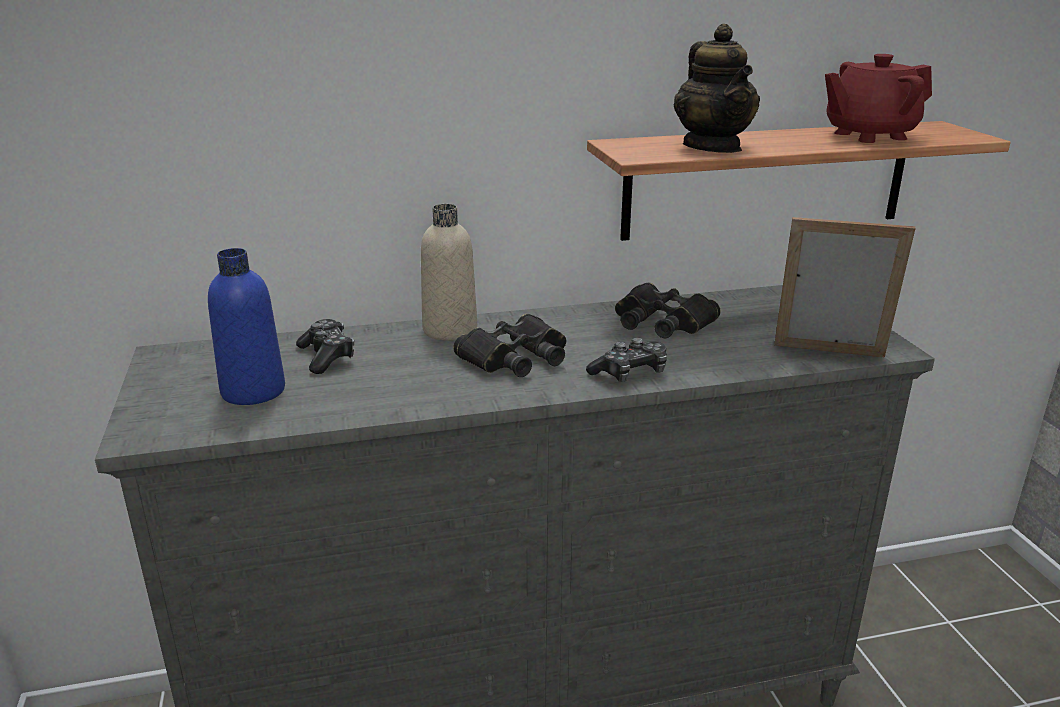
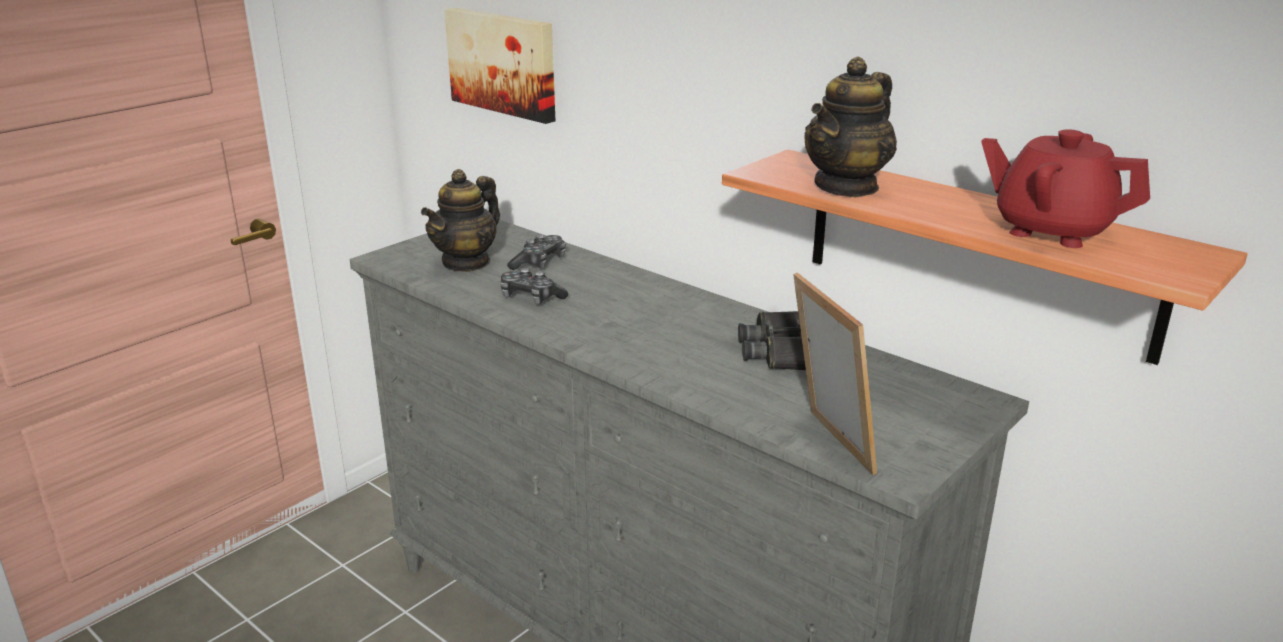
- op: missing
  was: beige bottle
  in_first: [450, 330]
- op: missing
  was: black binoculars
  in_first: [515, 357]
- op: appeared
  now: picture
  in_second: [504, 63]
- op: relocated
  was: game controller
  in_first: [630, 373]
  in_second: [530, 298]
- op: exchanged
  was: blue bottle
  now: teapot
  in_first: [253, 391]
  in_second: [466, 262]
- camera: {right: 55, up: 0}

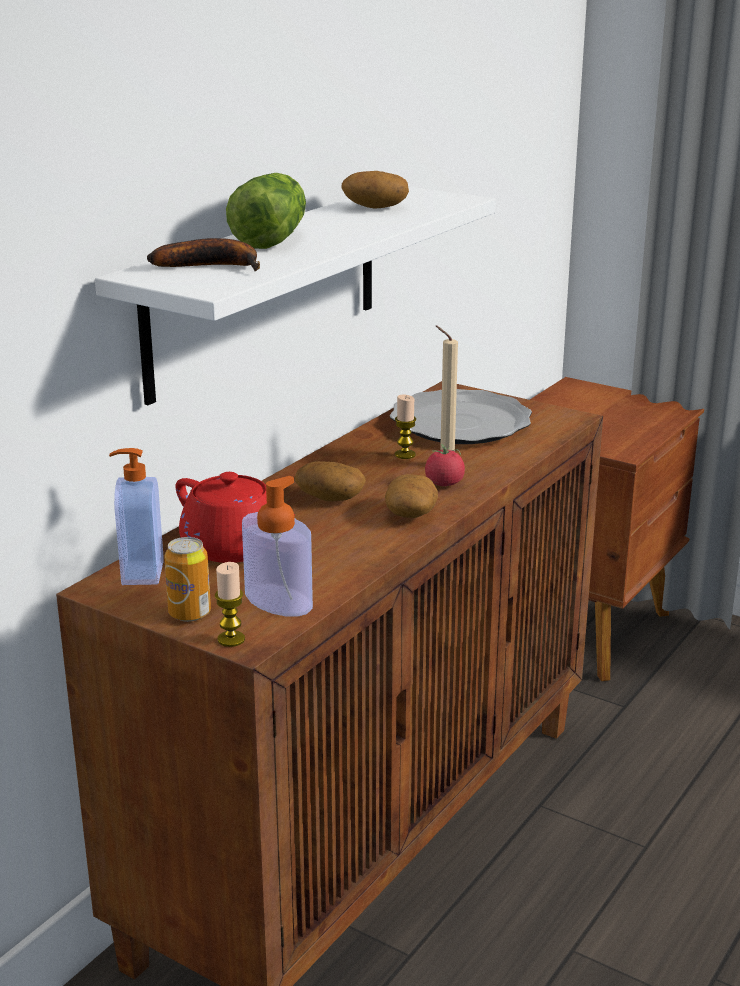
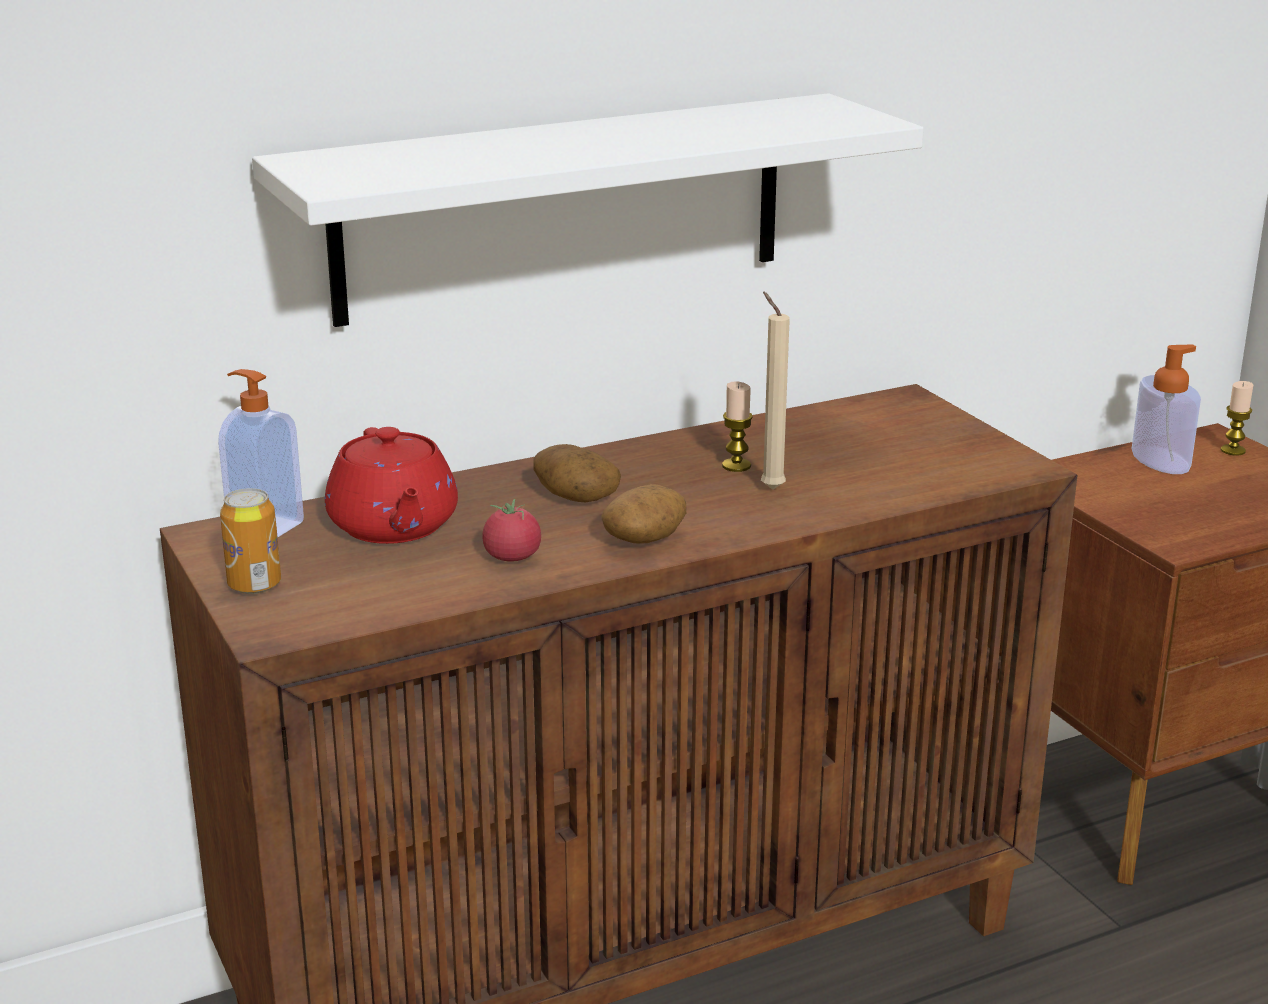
- op: missing
  was: banana
  in_first: [213, 266]
- op: missing
  was: lettuce
  in_first: [273, 238]
- op: missing
  was: potato
  in_first: [375, 207]
- op: missing
  was: plate
  in_first: [460, 423]
- op: relocated
  was: candle
  in_first: [231, 639]
  in_second: [1233, 450]
- op: relocated
  was: soap dispenser
  in_first: [278, 600]
  in_second: [1160, 460]
- op: relocated
  was: tomato
  in_first: [444, 483]
  in_second: [512, 557]
- camera: {right: 30, up: 0}

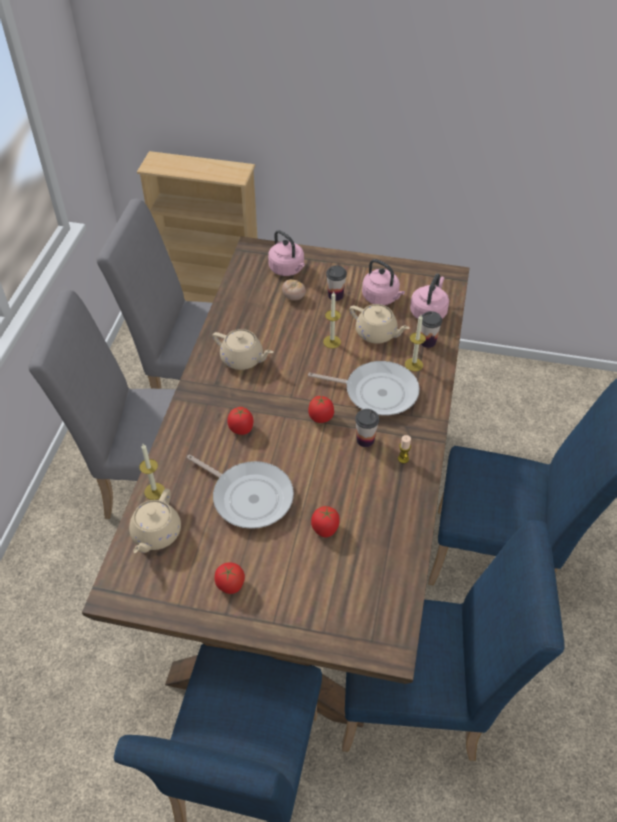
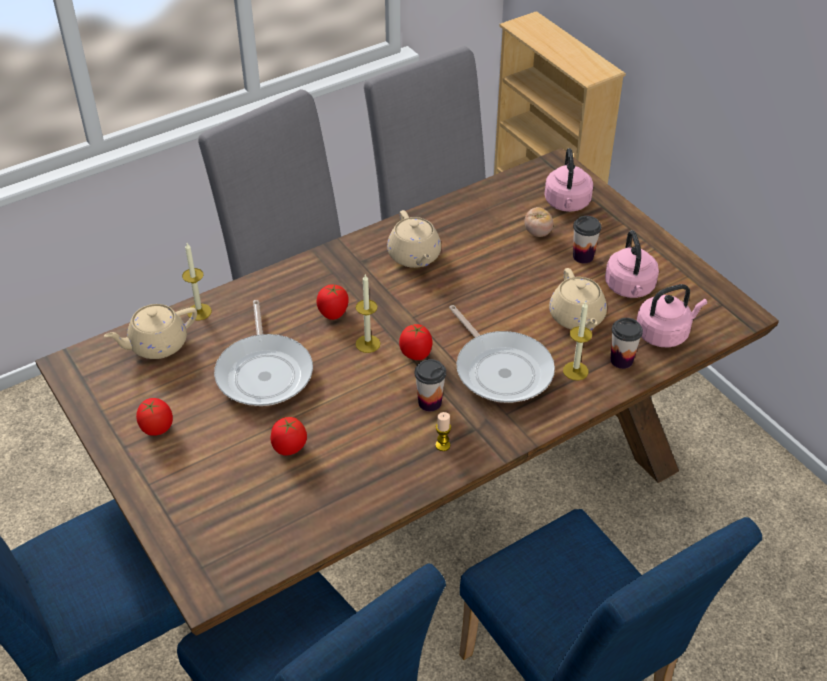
- op: relocated
  was: candle
  in_first: [332, 342]
  in_second: [368, 344]
- camera: {right: 45, up: -5}

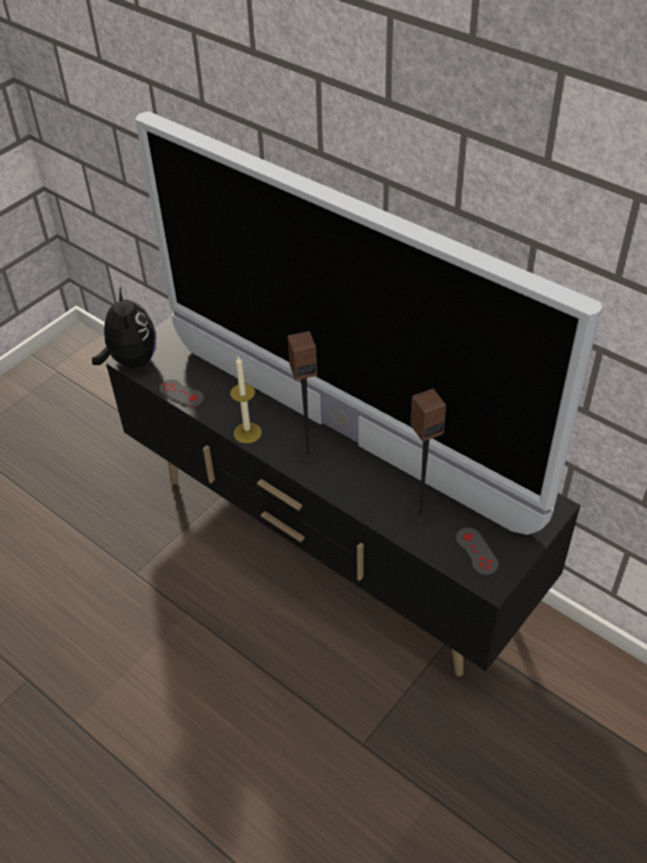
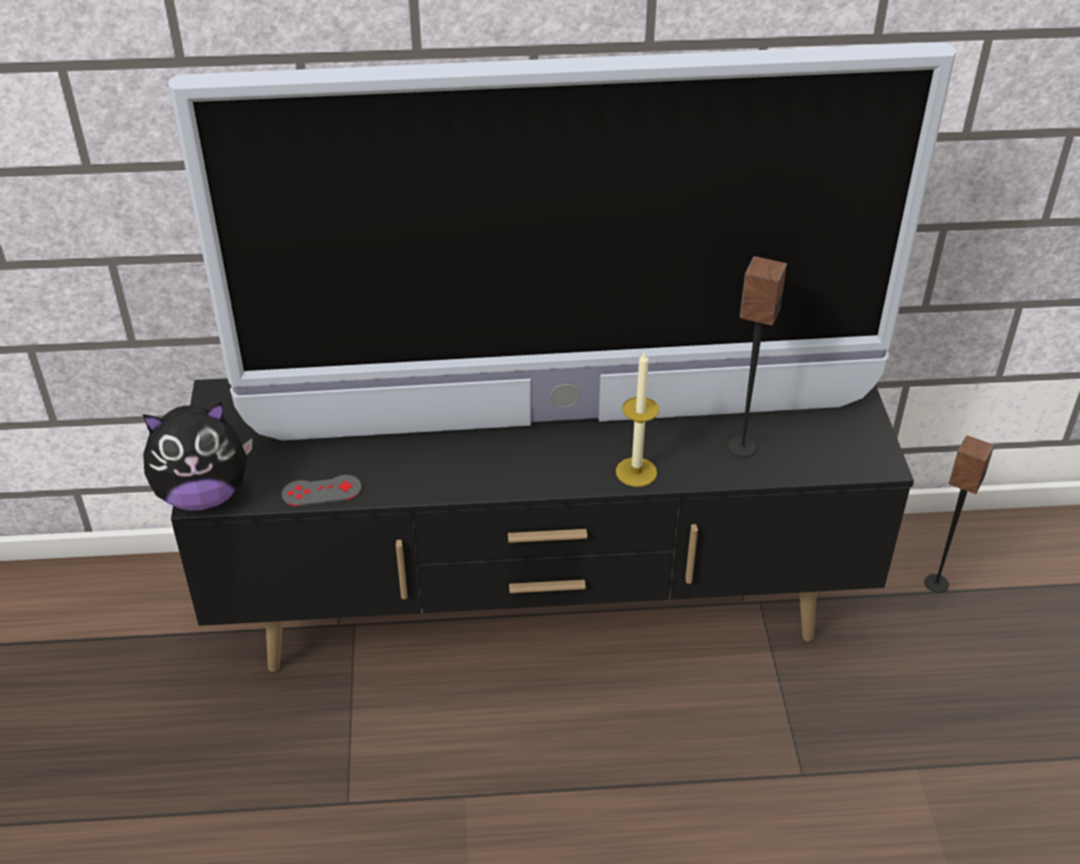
- op: missing
  was: grey game controller
  in_first: [476, 551]
- op: relocated
  was: candle
  in_first: [247, 433]
  in_second: [636, 472]
- op: relocated
  was: speaker
  in_first: [308, 456]
  in_second: [935, 583]
- op: spun
  was: plush toy
  in_first: [131, 360]
  in_second: [204, 495]
  clockwise: 135
- camera: {right: -45, up: -5}

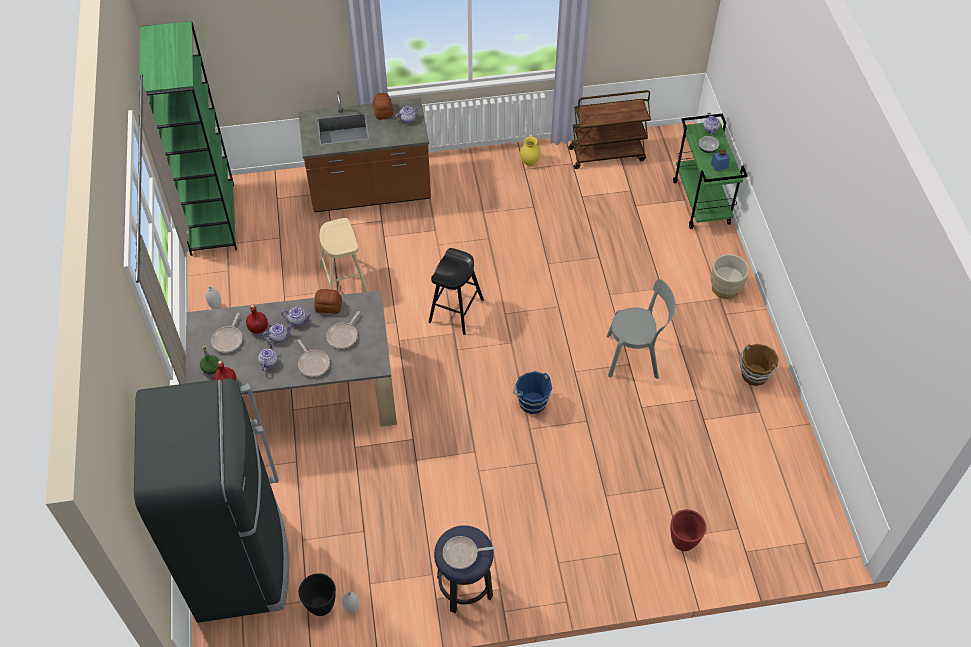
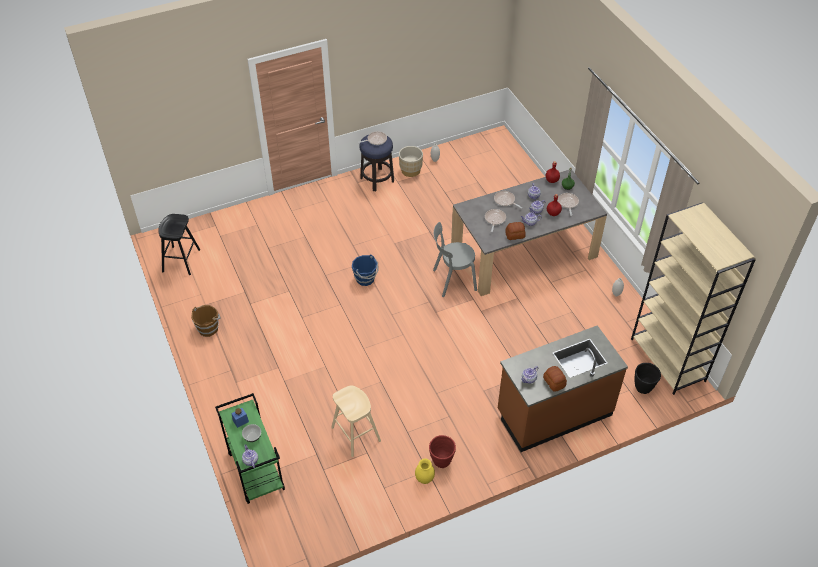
- op: missing
  was: black fridge
  in_first: [241, 562]
- op: missing
  was: brown cart
  in_first: [607, 154]
- op: relocated
  was: black planter
  in_first: [321, 605]
  in_second: [643, 388]
- op: relocated
  was: beige stool
  in_first: [344, 280]
  in_second: [355, 434]
- op: relocated
  was: black stool
  in_first: [456, 310]
  in_second: [181, 261]
- op: relocated
  was: grey chair
  in_first: [635, 356]
  in_second: [452, 280]
- op: relocated
  was: red planter
  in_first: [683, 541]
  in_second: [441, 461]
- op: relocated
  was: beige planter
  in_first: [725, 288]
  in_second: [410, 170]
- op: colour
  was: green bookcase
  now: beige bookcase
  in_first: [212, 218]
  in_second: [668, 360]
- camera: {right: 165, up: -5}

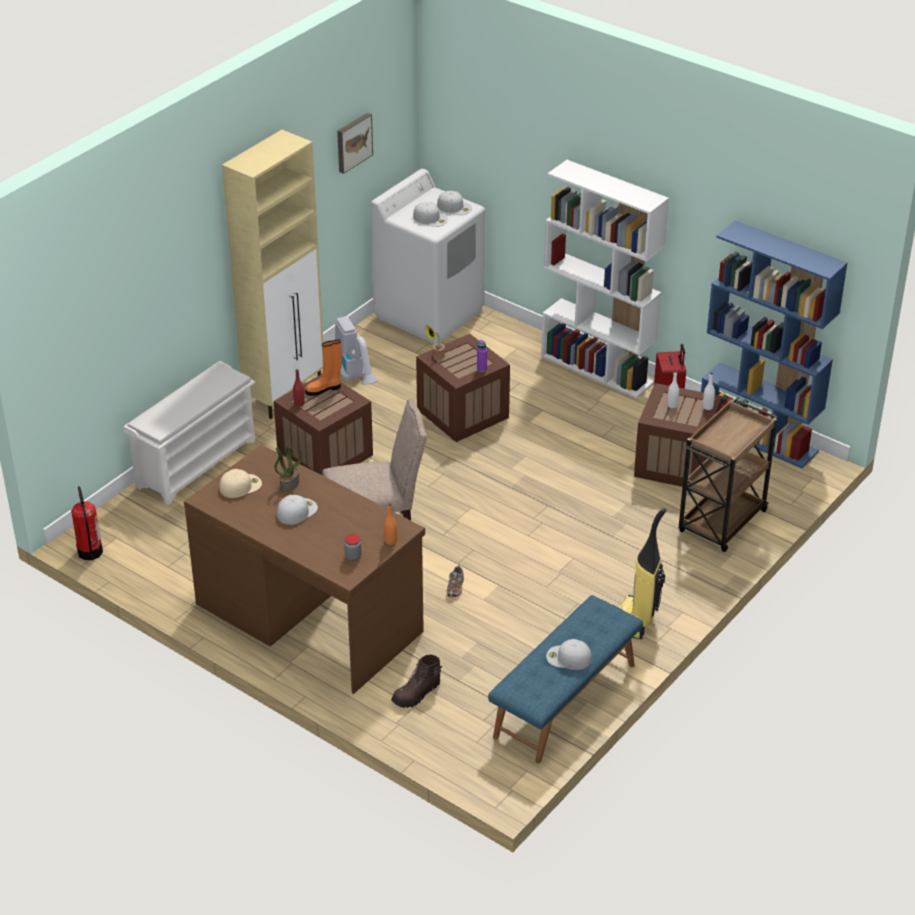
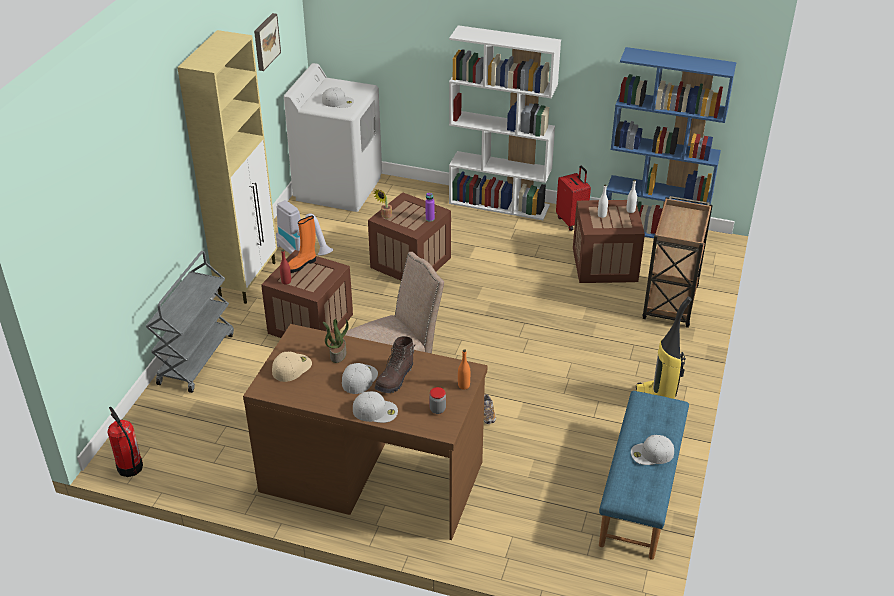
- op: relocated
  was: brown boot
  in_first: [417, 694]
  in_second: [395, 378]
- op: relocated
  was: white cap
  in_first: [454, 207]
  in_second: [375, 410]
- op: exchanged
  was: white shoe rack
  now: grey cart
  in_first: [196, 463]
  in_second: [196, 358]
- camera: {right: -20, up: 0}

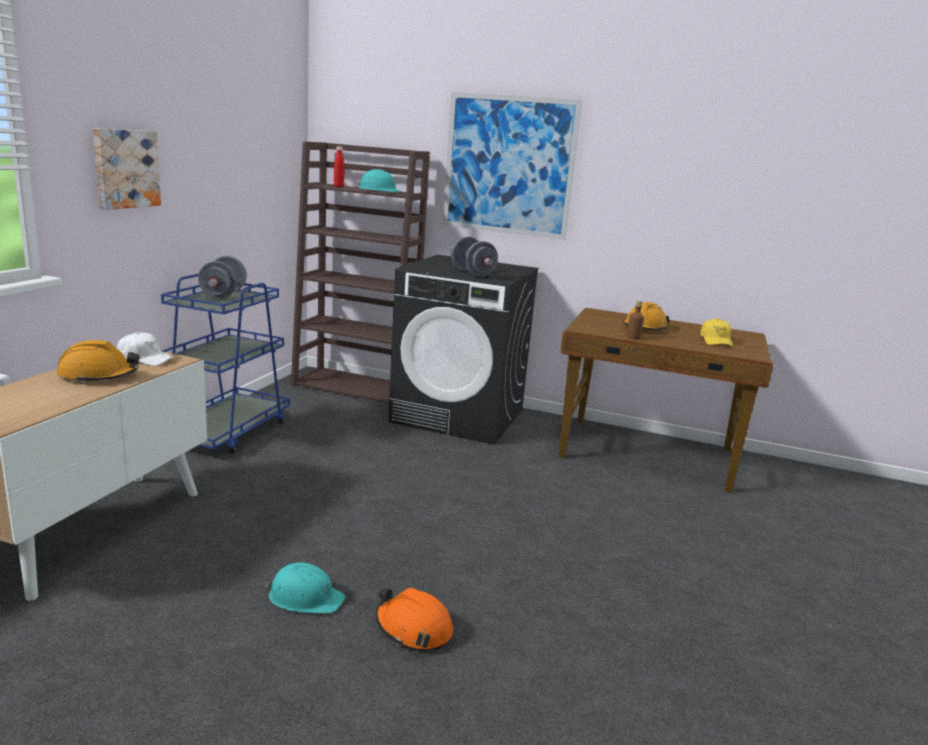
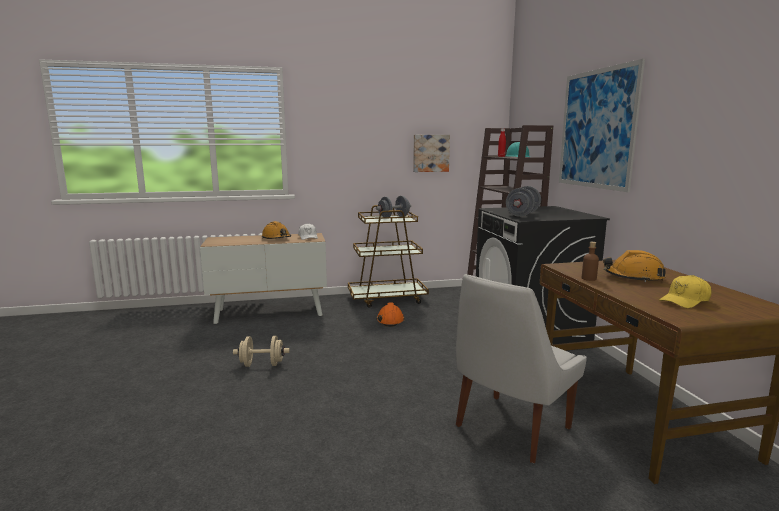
- op: appeared
  now: white chair
  in_second: [510, 428]
- op: relocated
  was: picture
  in_first: [125, 168]
  in_second: [430, 153]
- op: relocated
  was: orange hard hat
  in_first: [413, 629]
  in_second: [390, 320]
- op: exchanged
  was: turquoise hard hat
  now: beige dumbbell
  in_first: [305, 597]
  in_second: [262, 364]
- op: colour
  was: blue cart
  now: brown cart
  in_first: [227, 432]
  in_second: [387, 299]
- camera: {right: 60, up: -5}

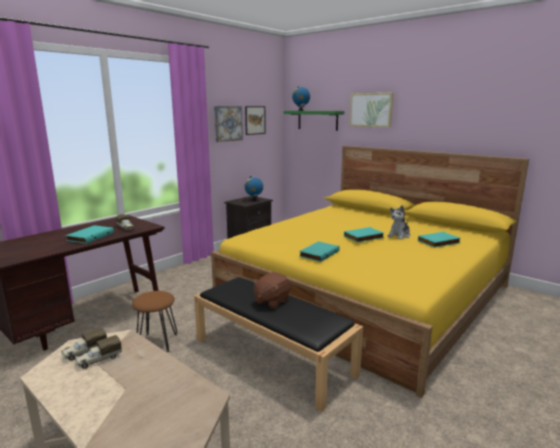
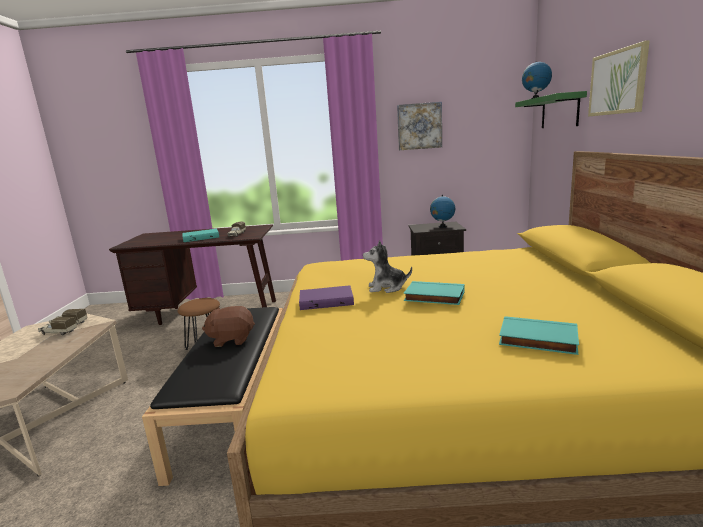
- op: missing
  was: picture
  in_first: [255, 120]
- op: relocated
  was: plush toy
  in_first: [399, 236]
  in_second: [386, 288]
- op: colour
  was: turquoise book
  now: purple book
  in_first: [318, 253]
  in_second: [326, 300]
- camera: {right: 50, up: 0}

